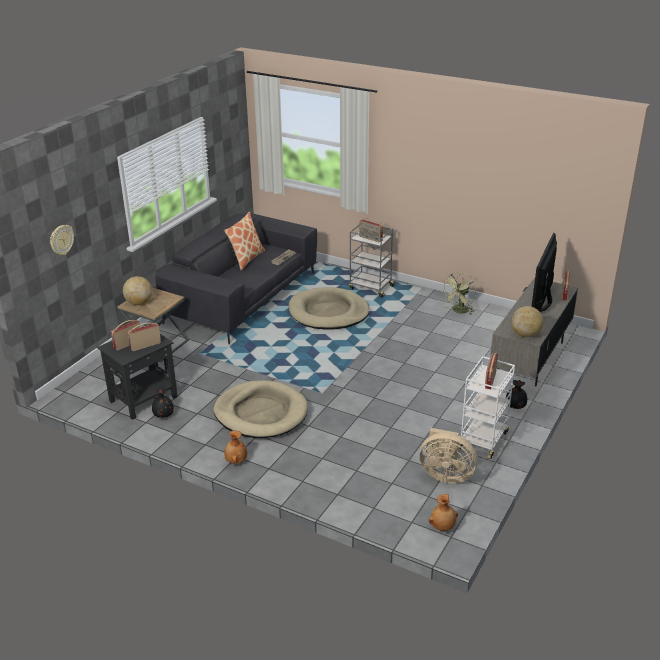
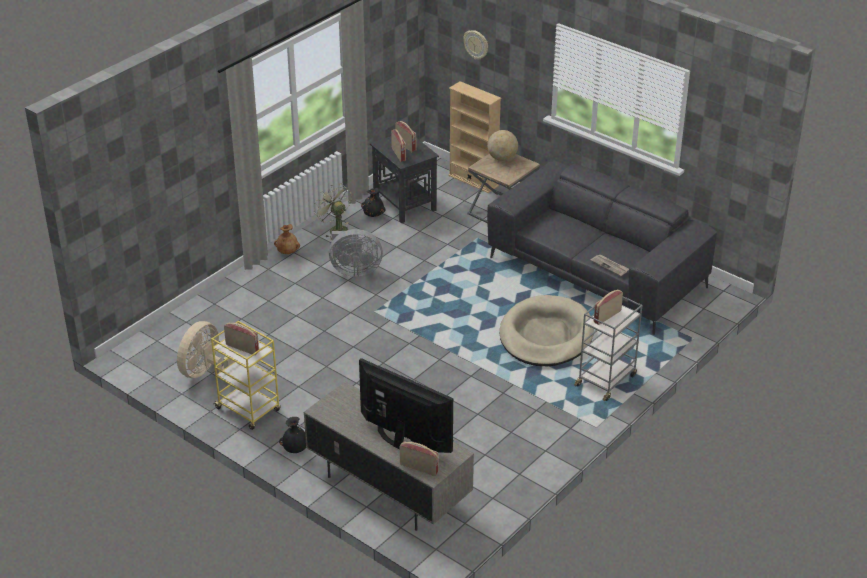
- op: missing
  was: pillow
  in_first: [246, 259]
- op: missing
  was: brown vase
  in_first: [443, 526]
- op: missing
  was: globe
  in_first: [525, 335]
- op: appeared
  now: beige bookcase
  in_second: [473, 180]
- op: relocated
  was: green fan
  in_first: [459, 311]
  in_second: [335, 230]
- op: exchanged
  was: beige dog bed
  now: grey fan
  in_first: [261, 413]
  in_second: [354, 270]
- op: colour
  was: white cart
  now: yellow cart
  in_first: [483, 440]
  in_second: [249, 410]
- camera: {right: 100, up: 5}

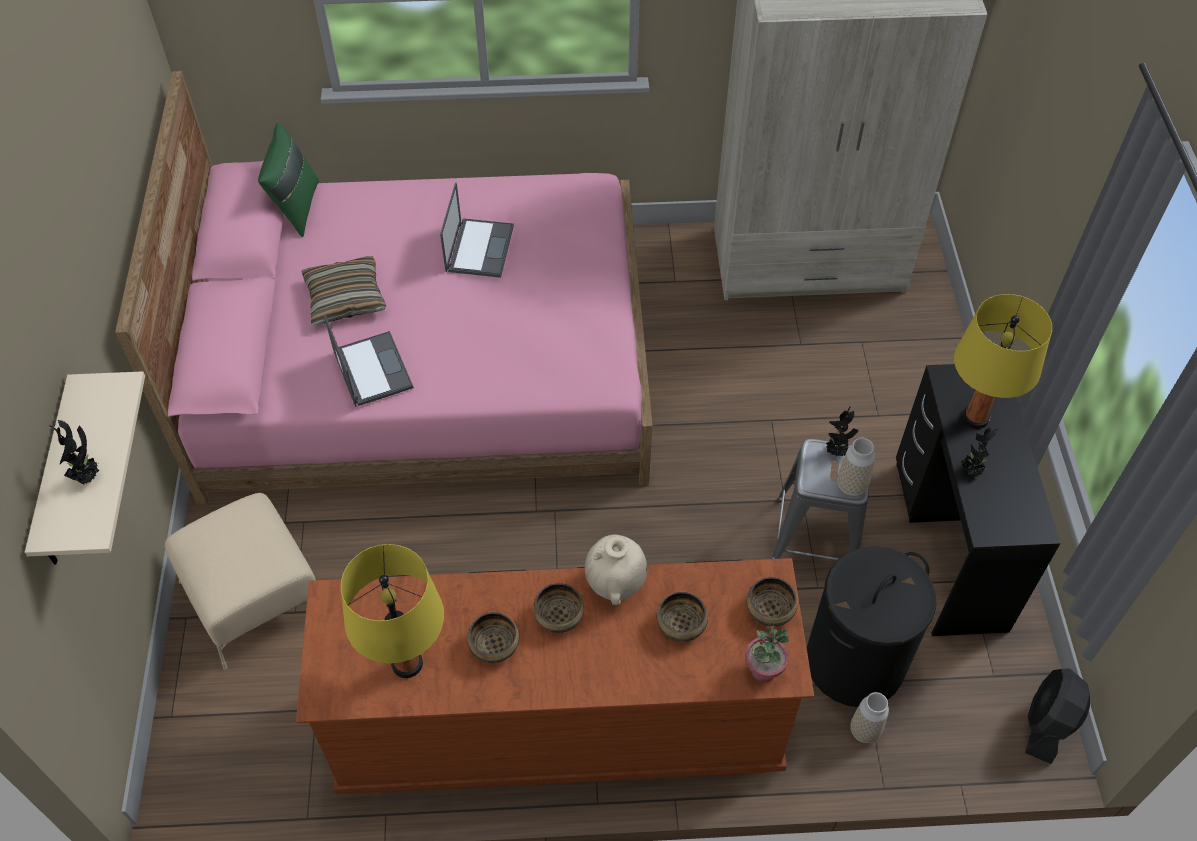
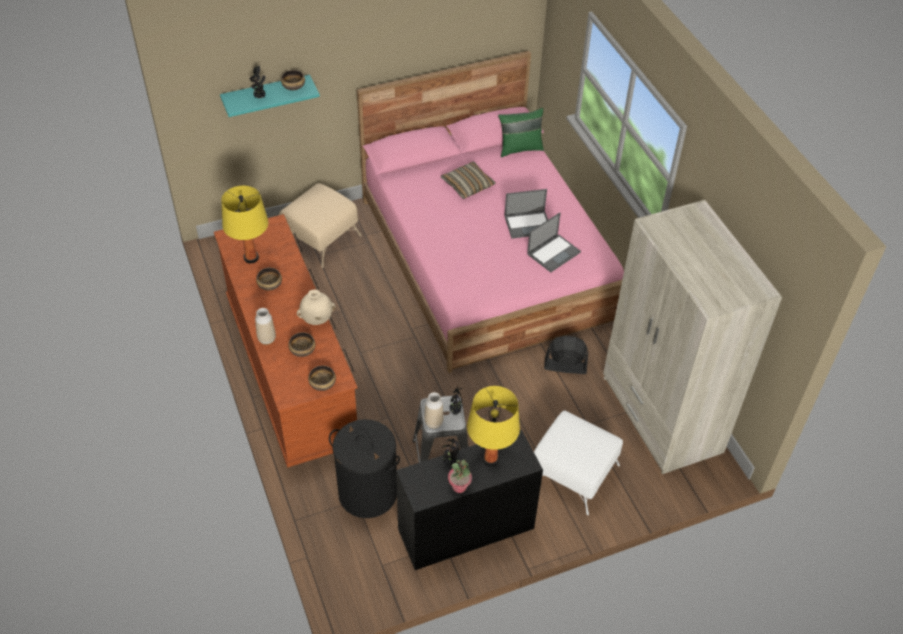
- op: appeared
  now: white ottoman
  in_second: [573, 473]
- op: relocated
  was: laptop
  in_first: [372, 368]
  in_second: [554, 252]
- op: relocated
  was: bowl
  in_first: [559, 615]
  in_second: [294, 86]
- op: relocated
  was: potted plant
  in_first: [763, 670]
  in_second: [459, 486]
- op: relocated
  was: vase
  in_first: [864, 731]
  in_second: [267, 339]
- op: relocated
  was: black fan
  in_first: [1047, 724]
  in_second: [565, 366]
- op: colour
  was: beige shelf
  now: turquoise shelf
  in_first: [58, 477]
  in_second: [266, 95]
- camera: {right: 70, up: -5}

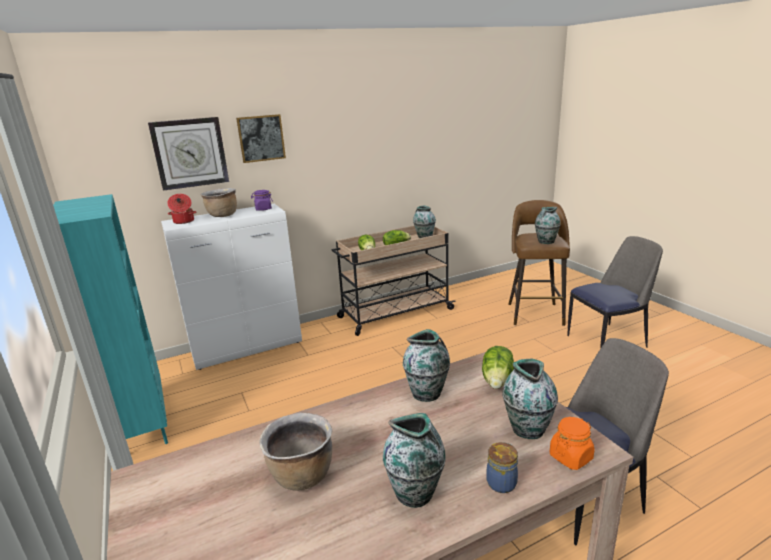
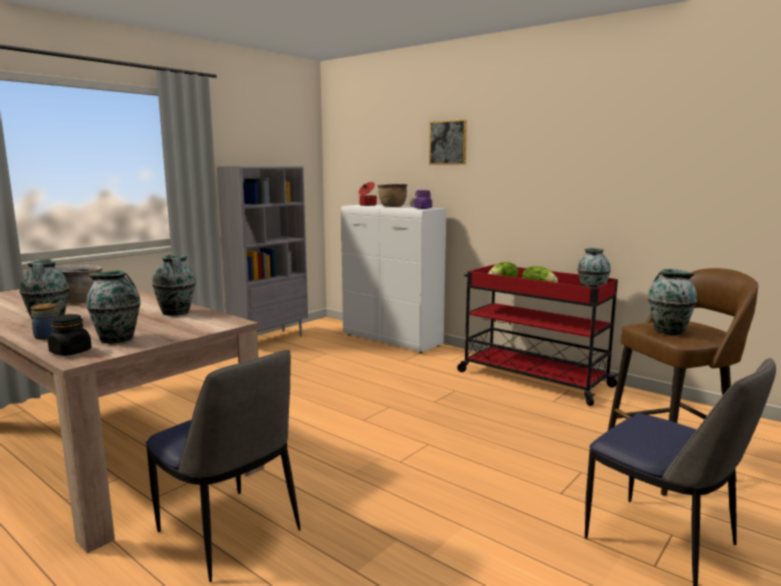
- op: missing
  was: wall clock
  in_first: [190, 153]
- op: missing
  was: lettuce
  in_first: [498, 380]
- op: colour
  was: turquoise bookcase
  now: grey bookcase
  in_first: [143, 426]
  in_second: [269, 339]
- op: colour
  was: beige cart
  now: red cart
  in_first: [394, 313]
  in_second: [531, 378]
- op: colour
  was: orange jar
  now: black jar
  in_first: [571, 457]
  in_second: [71, 352]
- camera: {right: 65, up: -10}

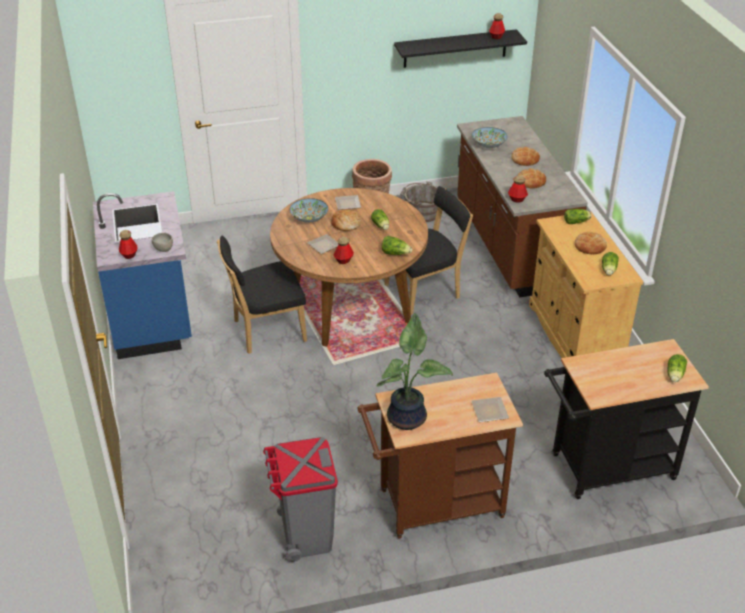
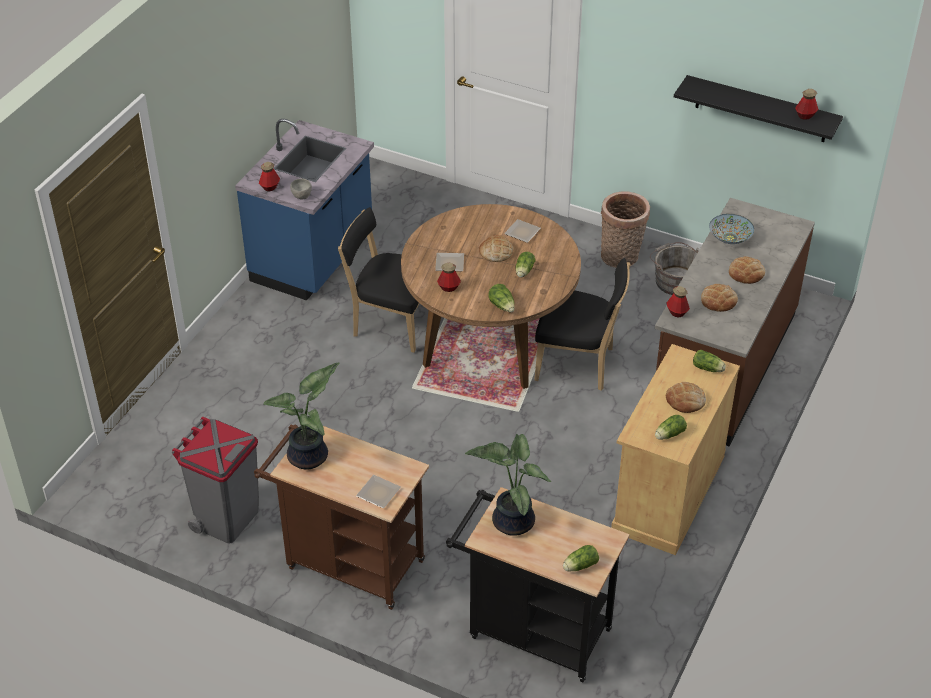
- op: missing
  was: bowl
  in_first: [309, 218]
- op: appeared
  now: potted plant
  in_second: [511, 520]
- camera: {right: 40, up: 5}

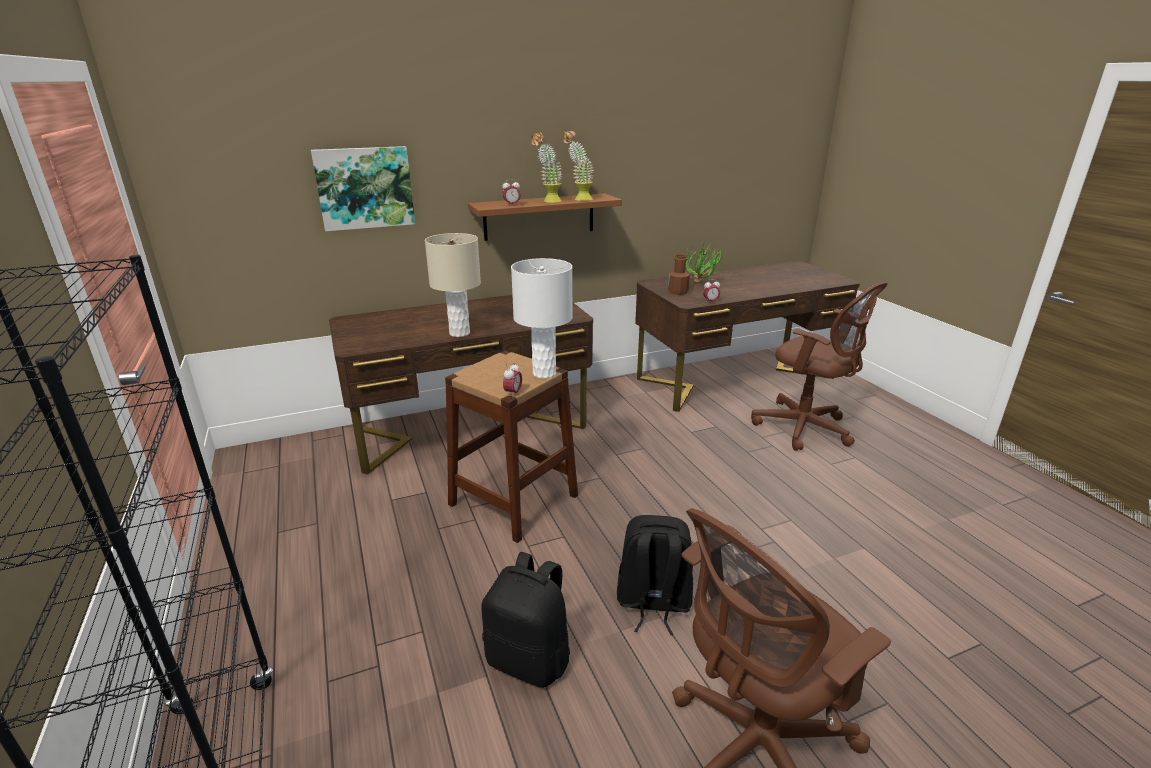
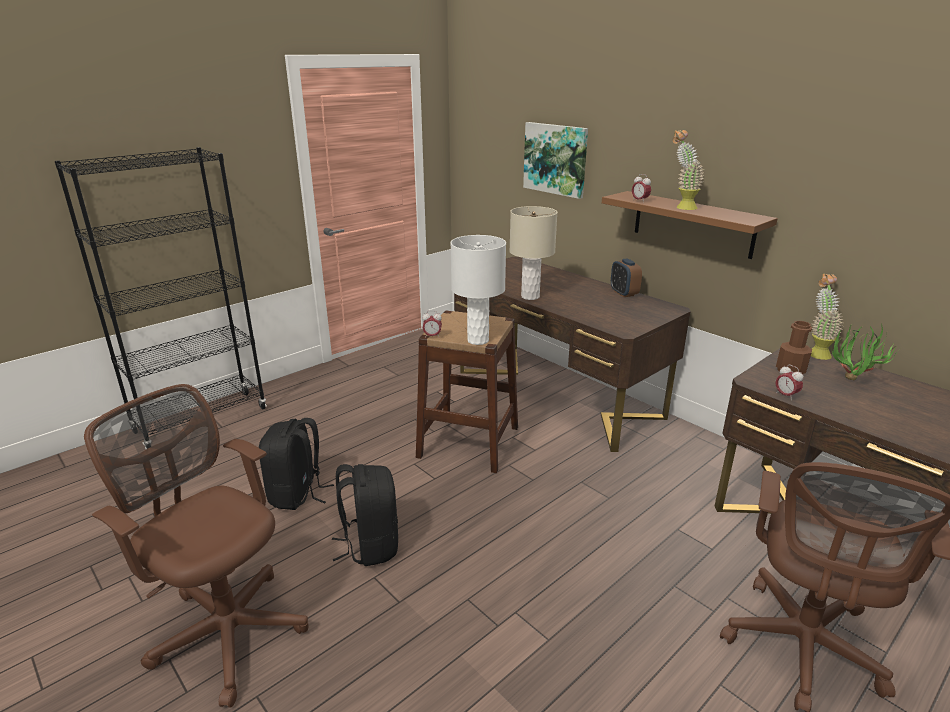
- op: appeared
  now: alarm clock
  in_second: [623, 293]
- op: relocated
  was: potted plant
  in_first: [578, 199]
  in_second: [815, 352]
- camera: {right: 70, up: 0}

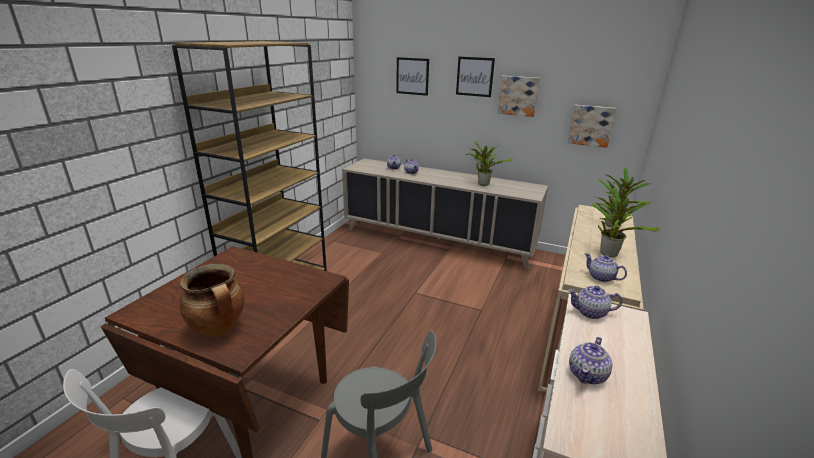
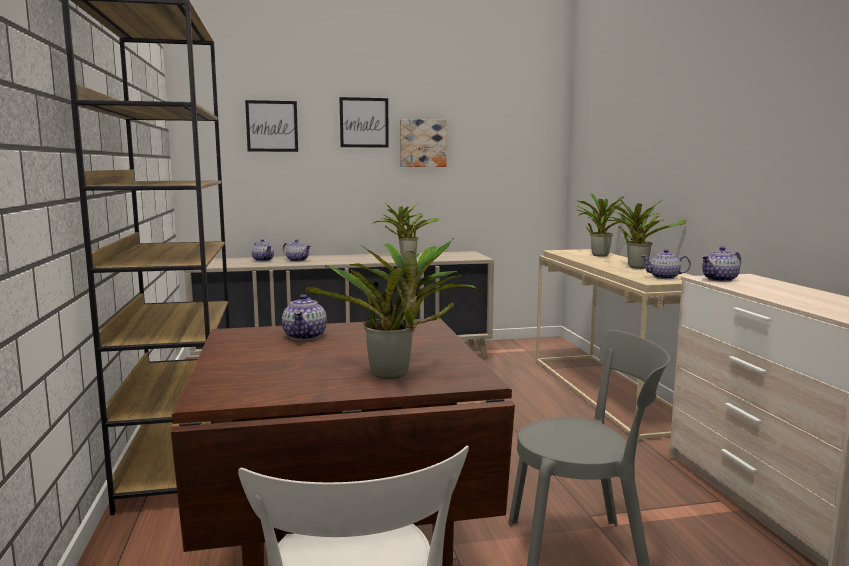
- op: missing
  was: picture
  in_first: [591, 125]
- op: relocated
  was: teapot
  in_first: [588, 374]
  in_second: [305, 336]
- op: exchanged
  was: cooking pot
  now: potted plant
  in_first: [219, 329]
  in_second: [395, 375]
- camera: {right: -35, up: -15}

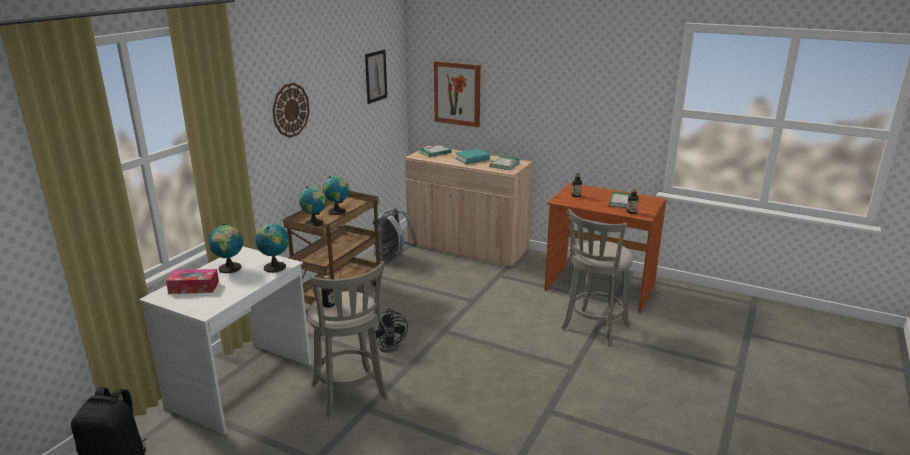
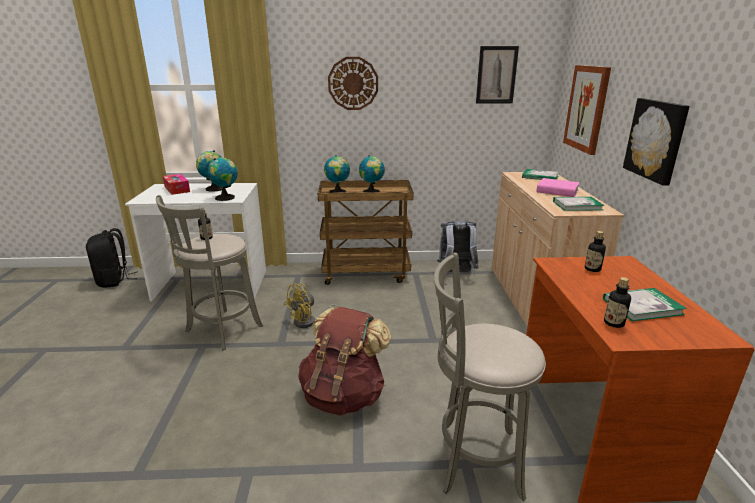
- op: appeared
  now: brown backpack
  in_second: [344, 395]
- op: appeared
  now: picture
  in_second: [656, 140]
- op: colour
  was: black fan
  now: yellow fan
  in_first: [391, 344]
  in_second: [309, 323]
- op: colour
  was: turquoise book
  now: pink book
  in_first: [472, 159]
  in_second: [557, 191]
- camera: {right: 60, up: 0}

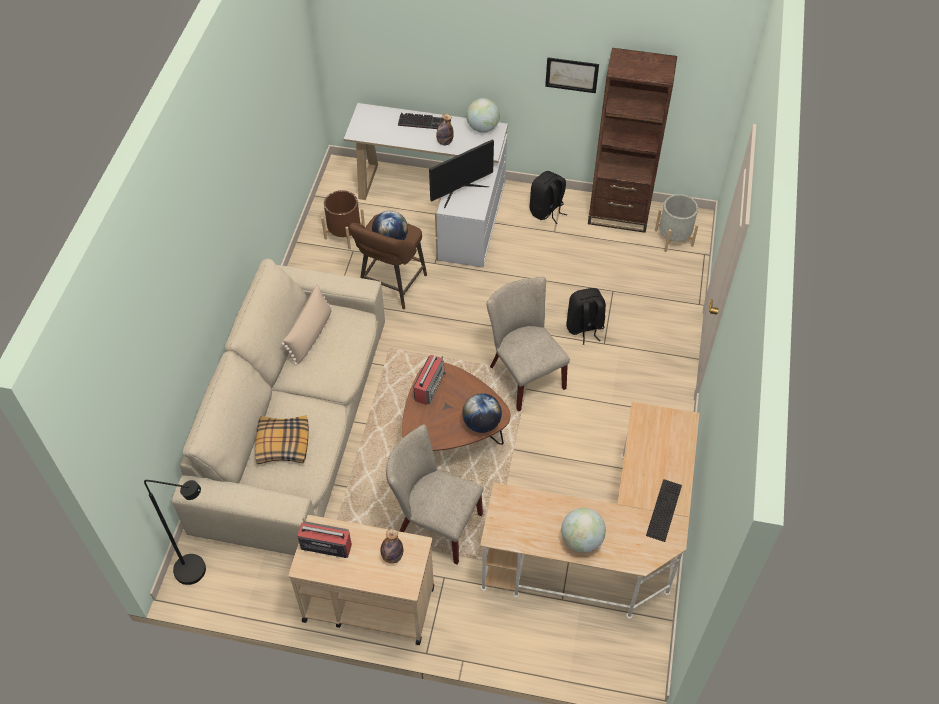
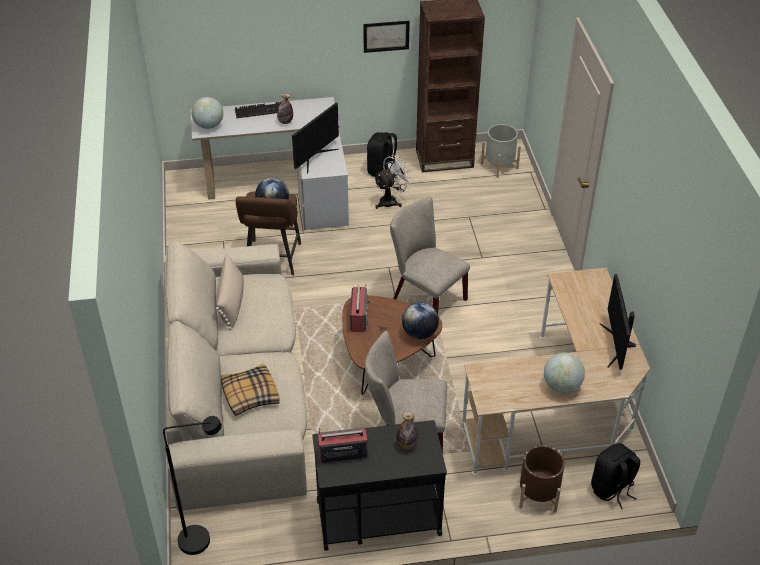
- op: appeared
  now: white fan
  in_second: [391, 200]
- op: relocated
  was: brown planter
  in_first: [344, 234]
  in_second: [538, 495]
- op: relocated
  was: globe
  in_first: [482, 128]
  in_second: [209, 125]
- op: relocated
  was: black backpack
  in_first: [584, 327]
  in_second: [612, 489]
- op: exchanged
  was: keyboard
  now: monitor
  in_first: [664, 510]
  in_second: [616, 345]
- op: colour
  was: beige cart
  now: black cart
  in_first: [368, 603]
  in_second: [377, 517]
- camera: {right: -20, up: -10}

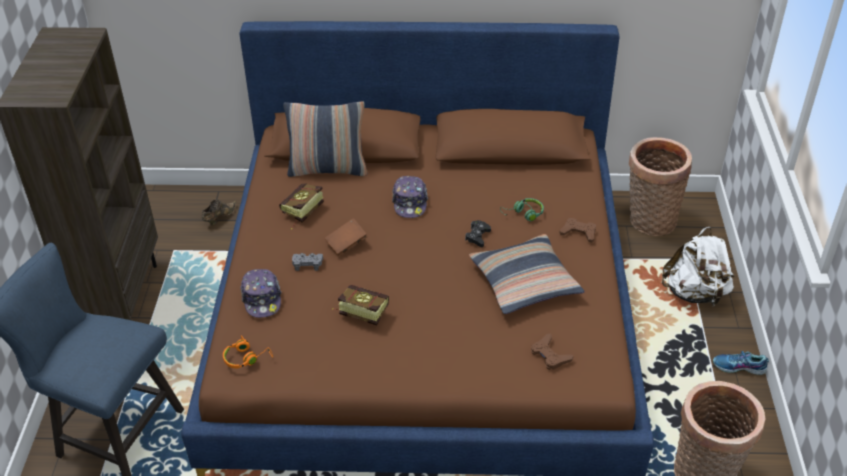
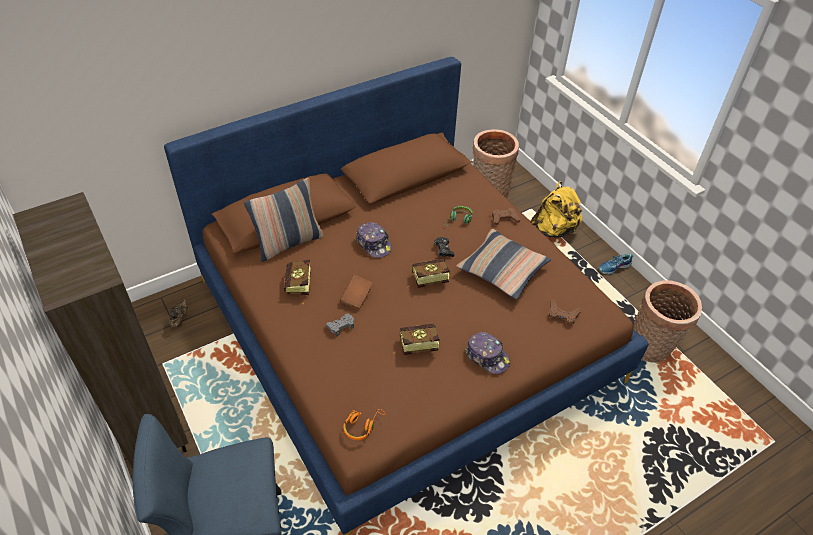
- op: appeared
  now: book
  in_second: [426, 279]
- op: relocated
  was: cap
  in_first: [262, 298]
  in_second: [487, 356]
- op: colour
  was: white backpack
  now: yellow backpack
  in_first: [695, 293]
  in_second: [553, 230]
- camera: {right: -35, up: 5}

